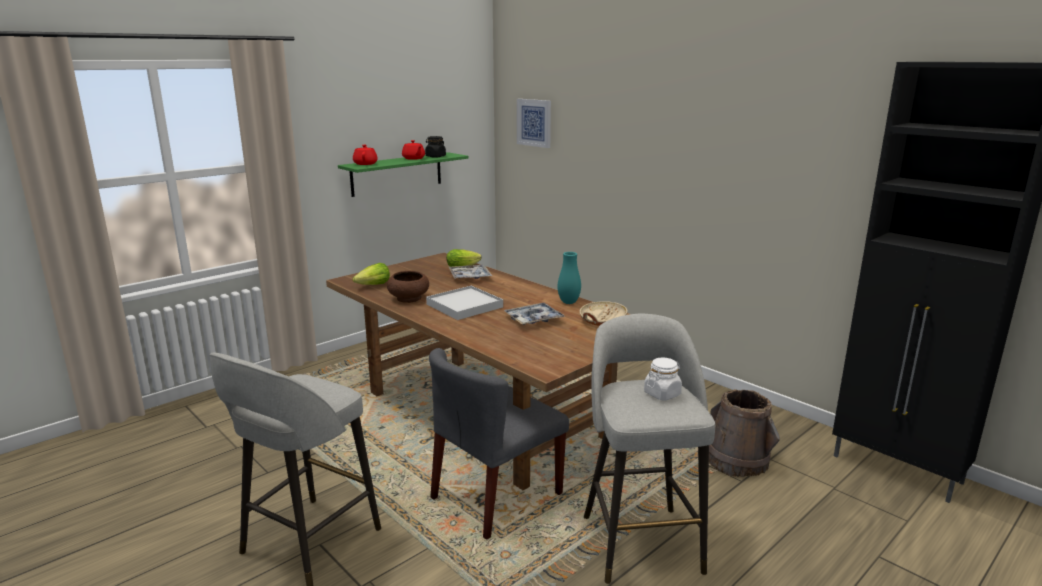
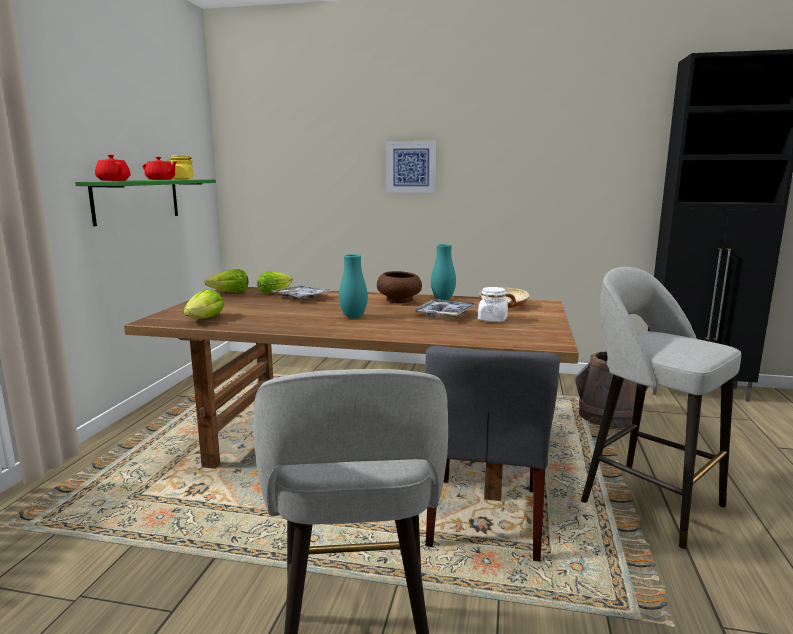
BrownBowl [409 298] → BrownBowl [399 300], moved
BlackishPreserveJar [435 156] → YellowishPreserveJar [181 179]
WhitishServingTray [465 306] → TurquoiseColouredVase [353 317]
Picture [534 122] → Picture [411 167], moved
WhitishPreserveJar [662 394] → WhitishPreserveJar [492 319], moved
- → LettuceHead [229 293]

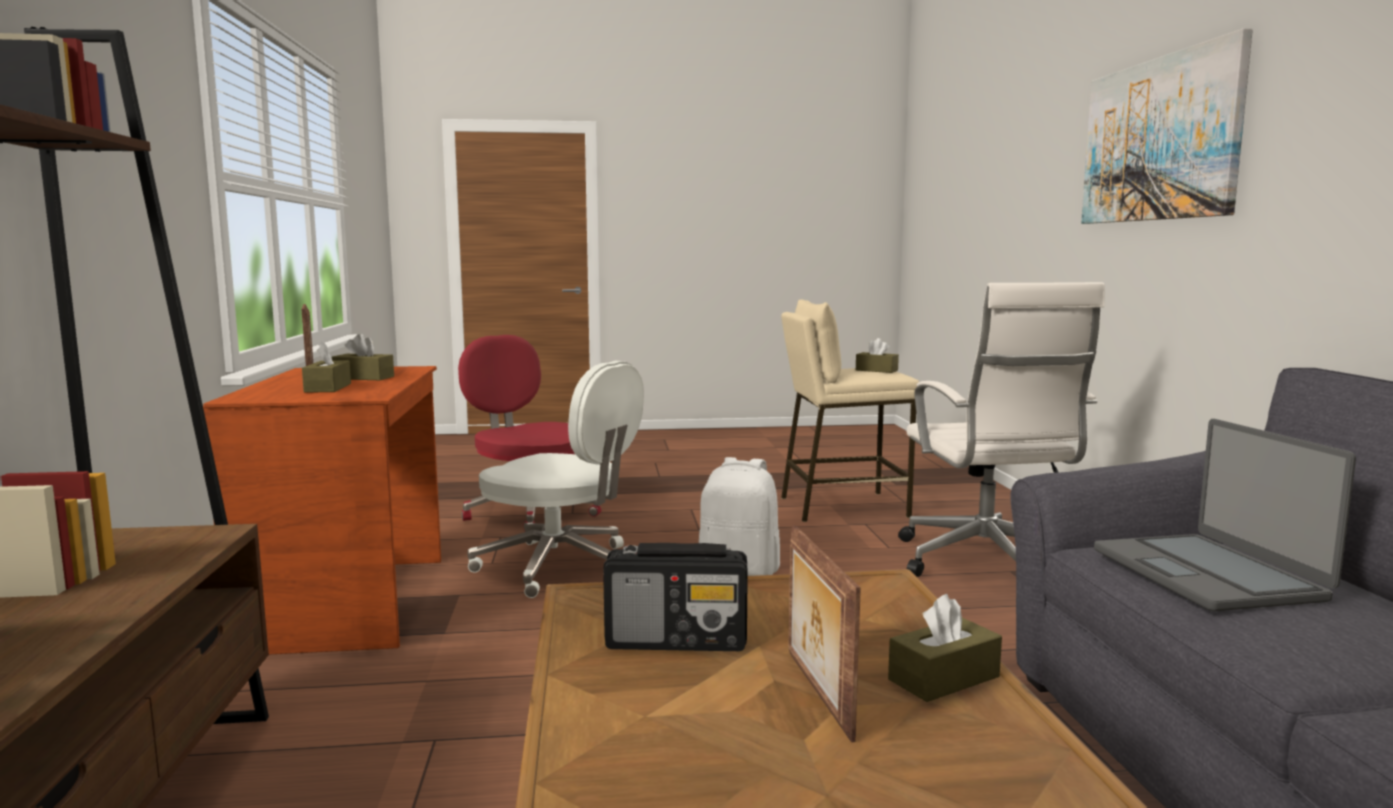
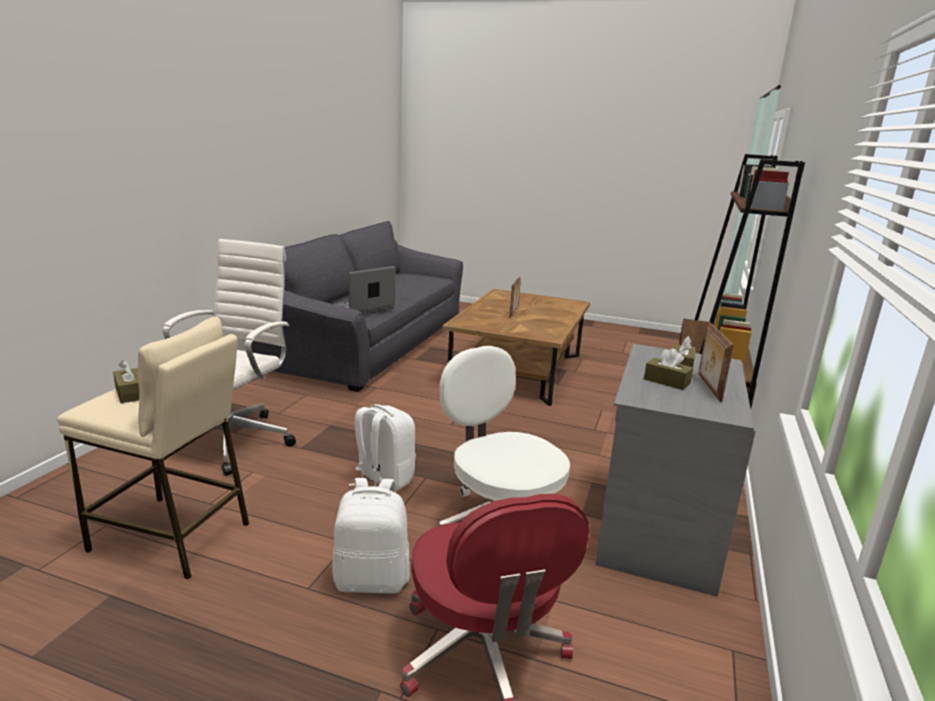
BrownDeskTable [351 602] → GrayDeskTable [657 528]
Radio [678 641] → -
BrownTissueBox [943 678] → -
Picture [1159 140] → -
NotebookComputer [1207 574] → NotebookComputer [361 309], 150 degrees counterclockwise
- → WhitishRucksack [372 579]

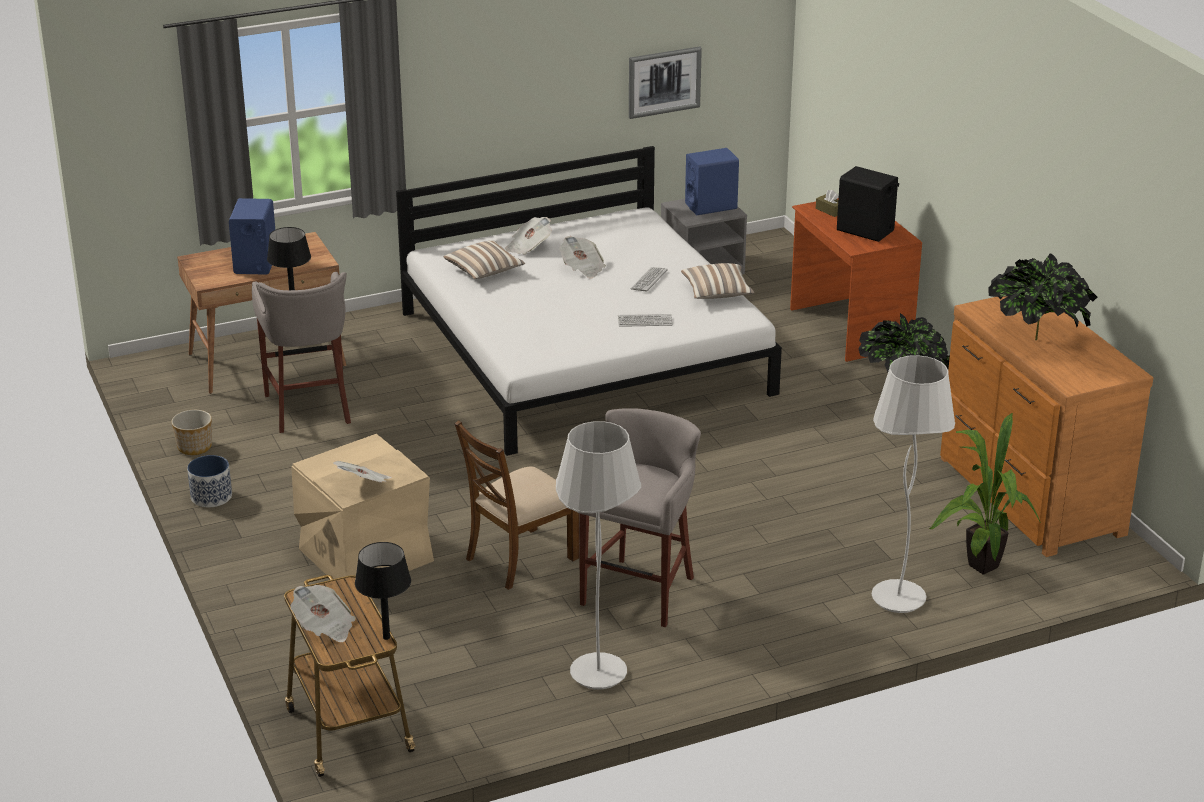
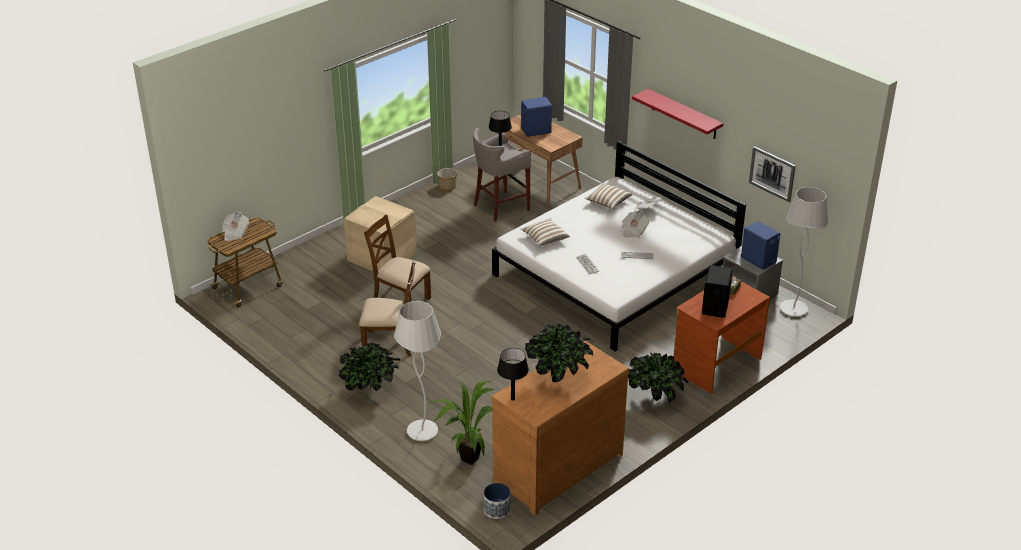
PlantPot [211 497] → PlantPot [497 509], moved
PrintedPaper [364 484] → -
BlackishLampForATable [386 637] → BlackishLampForATable [513 399], moved
WhitishStandingLamp [599 674] → WhitishStandingLamp [793 309], moved
GraySittingStool [641 590] → BrownPlainChair [390 343]
ThrowPillow [717 293] → ThrowPillow [544 239], moved
- → PlantInAPot [371 389]
- → ReddishBracketShelf [684 114]

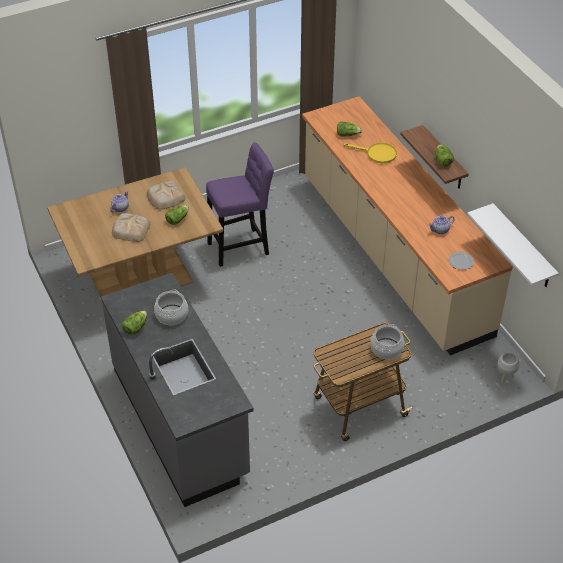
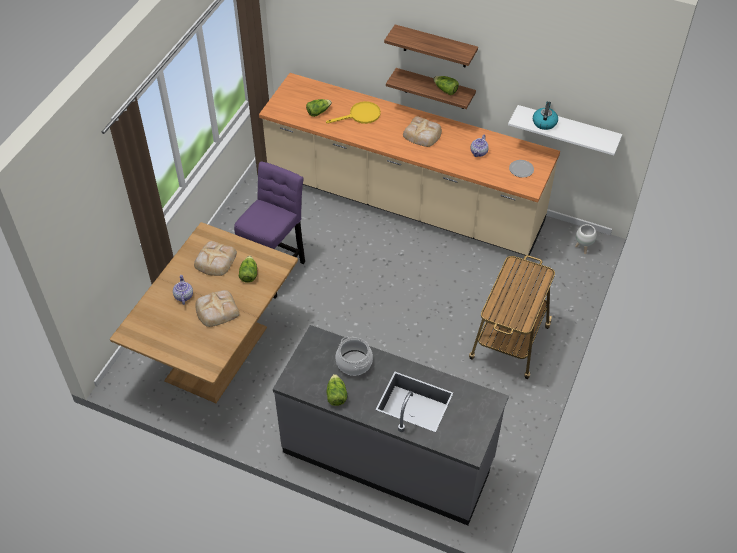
Saucepot [386 349] → -
- → BracketShelf [435 47]
- → Bread [422 134]
- → Kettle [544 122]

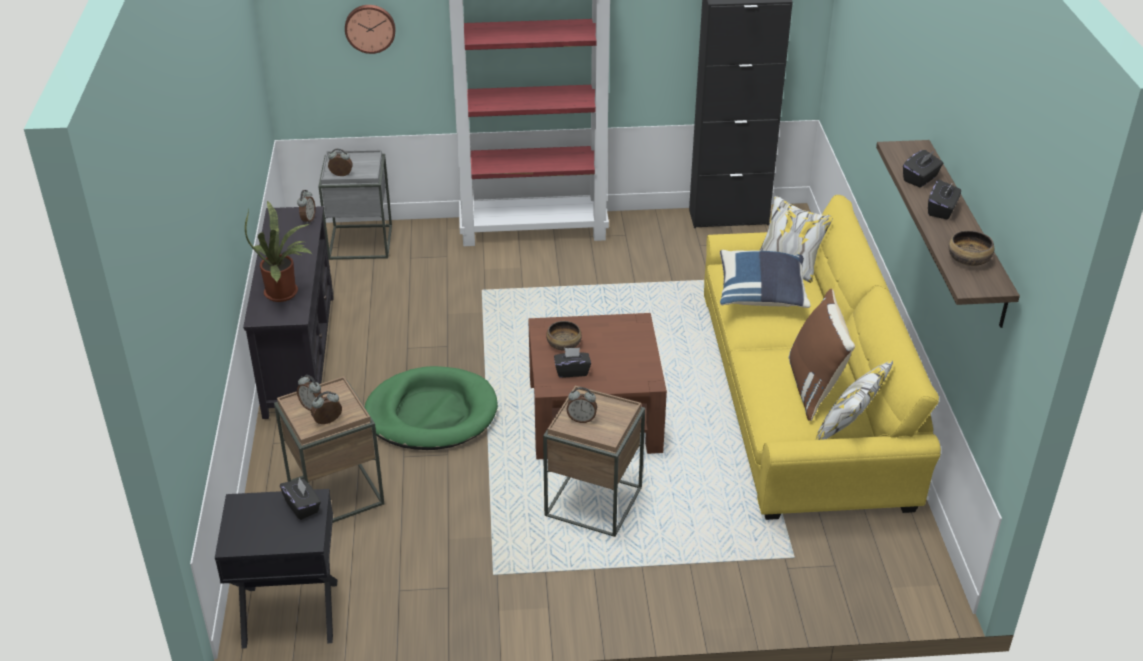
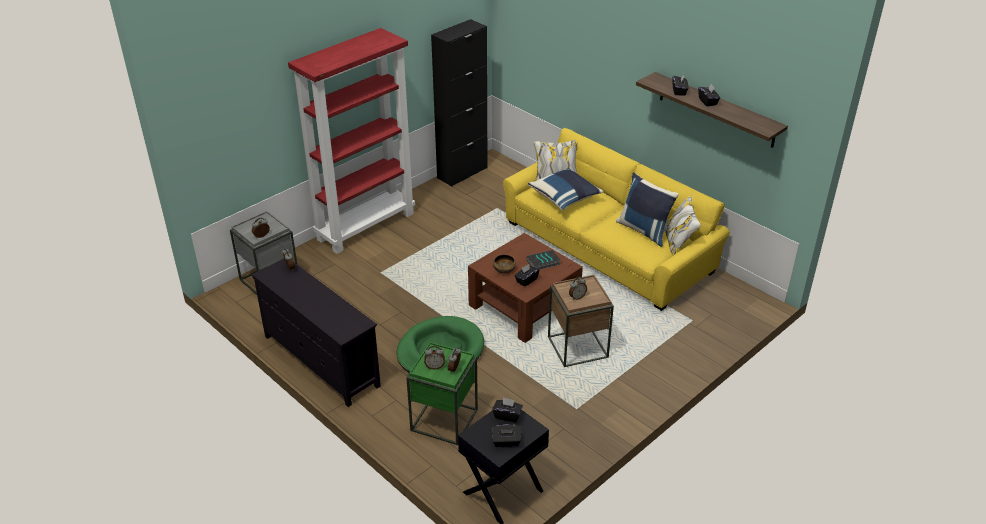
PlantInAPot [285 293] → -
BrownAccentTable [335 493] → GreenishAccentTable [444 420]
HangingClock [370 28] → -
BrownThrowPillow [815 388] → BluishThrowPillow [644 230]
Bowl [968 260] → -
- → BlackishTissueBox [506 442]
- → BoundBook [543 263]

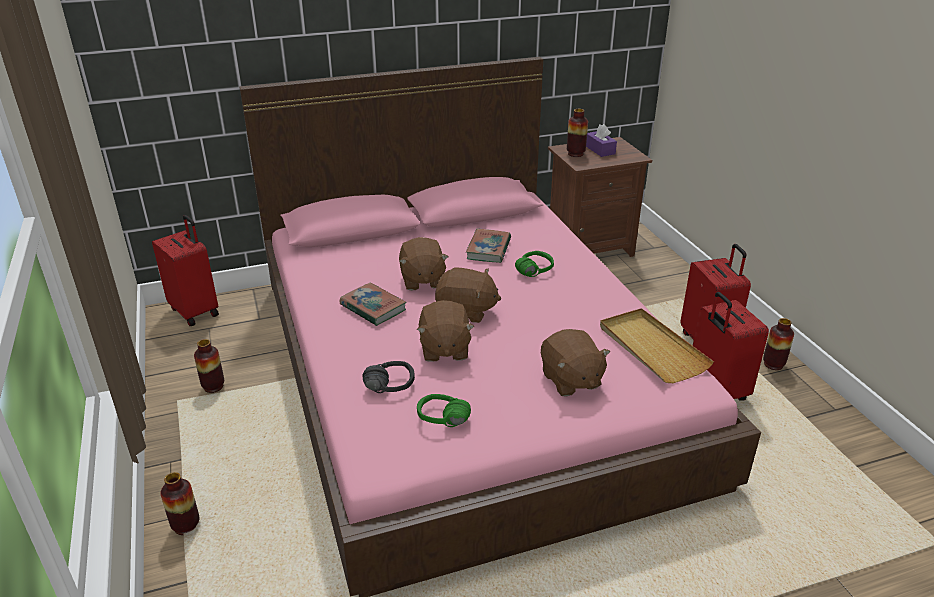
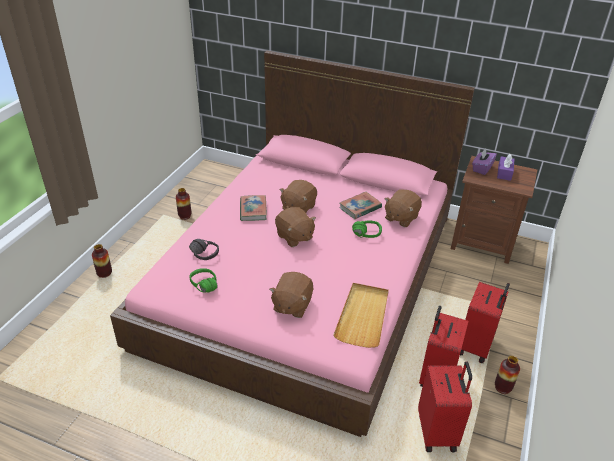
ReddishSuitcase [196 311] → ReddishSuitcase [438 432], moved
BrownPlushToy [444 349] → BrownPlushToy [401 218], moved
Vase [575 154] → PurpleTissueBox [482 168]

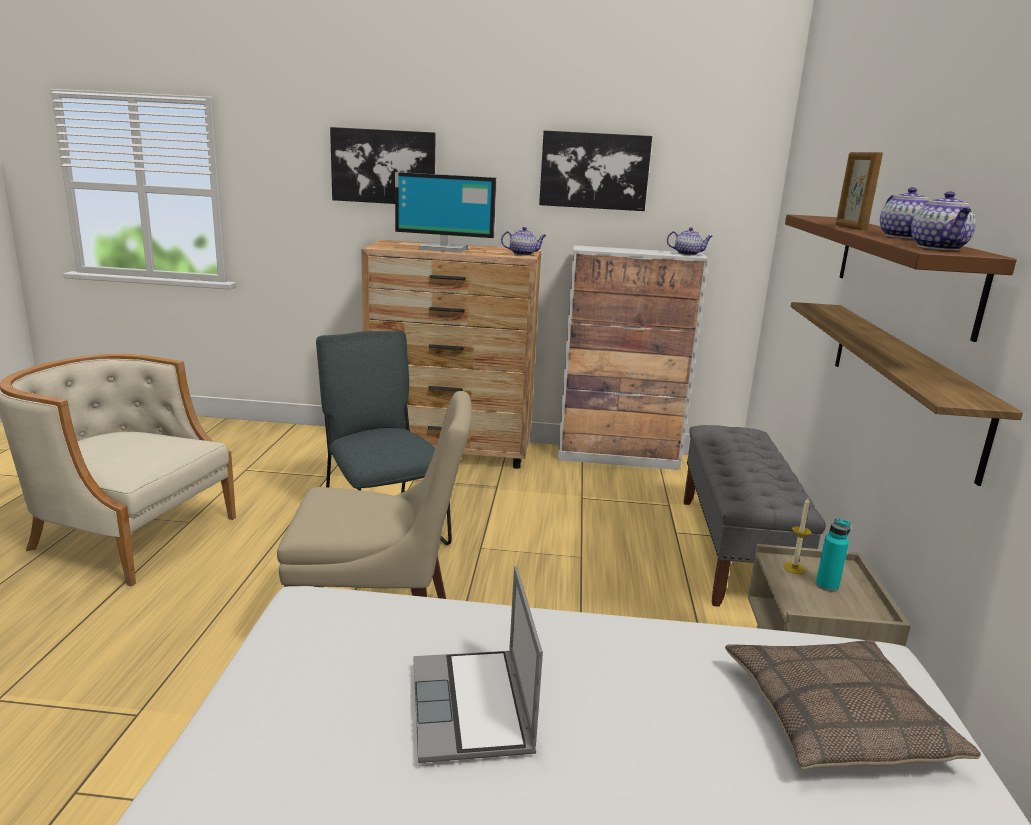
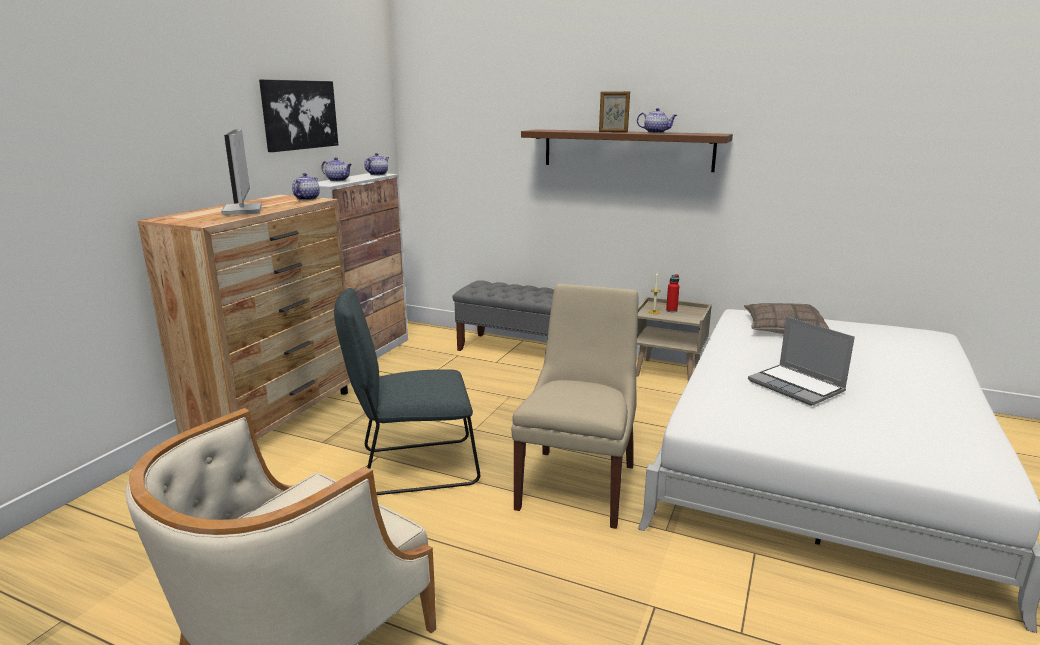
Picture [383 166] → -
ComputerScreen [444 248] → ComputerScreen [245 210], 135 degrees clockwise
NotebookComputer [473 708] → NotebookComputer [797 386], 45 degrees clockwise
BracketShelf [900 379] → -
TurquoiseColouredBottle [827 586] → ReddishBottle [671 310]
PotForTea [939 248] → PotForTea [338 180], moved

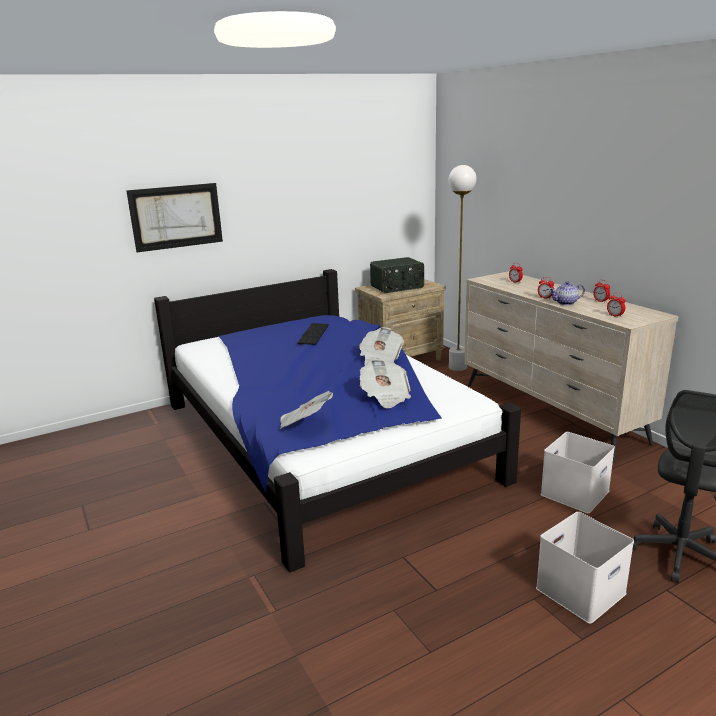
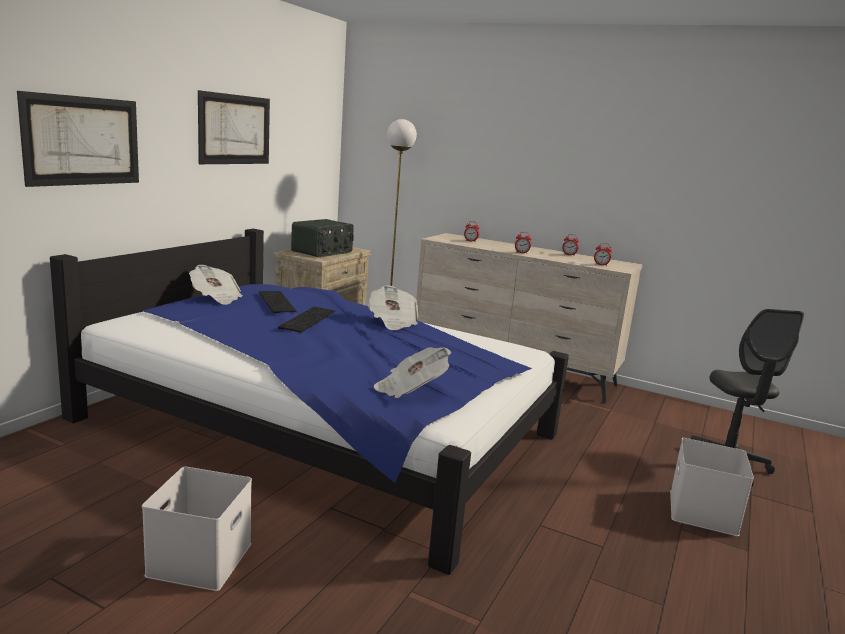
PrintedPaper [385 396] → PrintedPaper [216 298], moved
WhitishStorageBin [575 494] → WhitishStorageBin [201 560], moved
PotForTea [565 303] → -
- → Picture [235 129]
- → PcKeyboard [306 319]

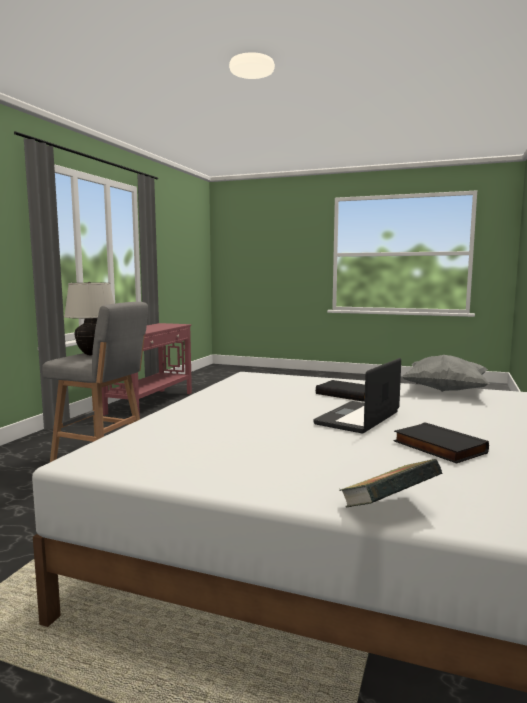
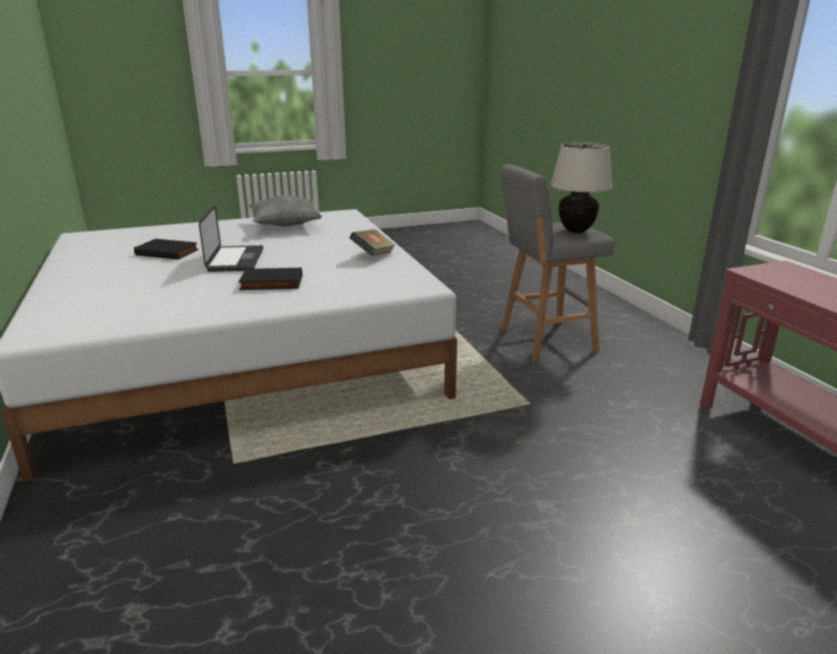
BoundBook [388 509] → BoundBook [373 255], moved
GrayThrowPillow [445 390] → GrayThrowPillow [286 226], moved

